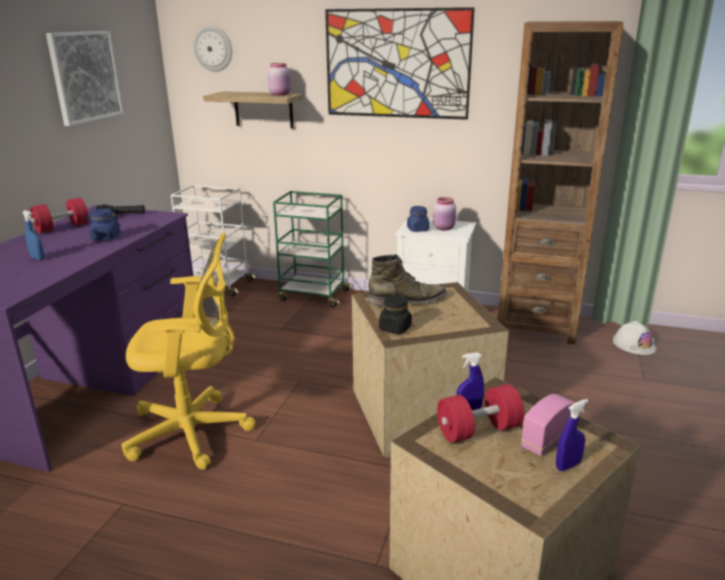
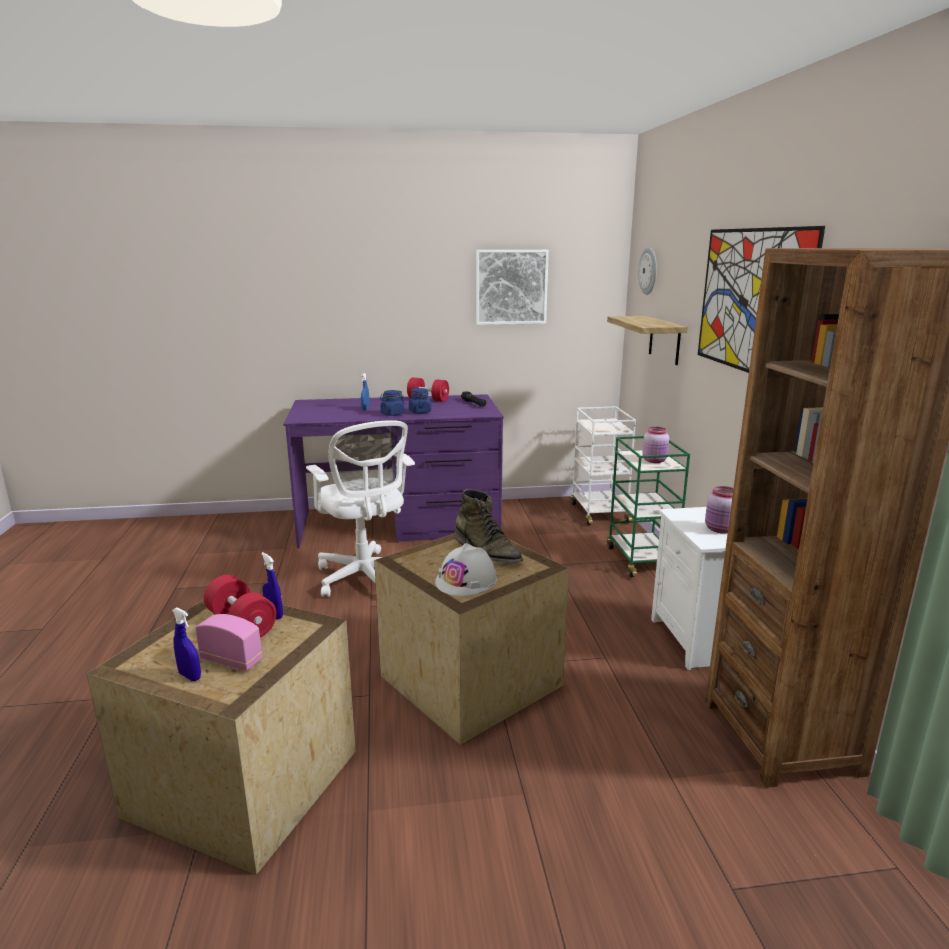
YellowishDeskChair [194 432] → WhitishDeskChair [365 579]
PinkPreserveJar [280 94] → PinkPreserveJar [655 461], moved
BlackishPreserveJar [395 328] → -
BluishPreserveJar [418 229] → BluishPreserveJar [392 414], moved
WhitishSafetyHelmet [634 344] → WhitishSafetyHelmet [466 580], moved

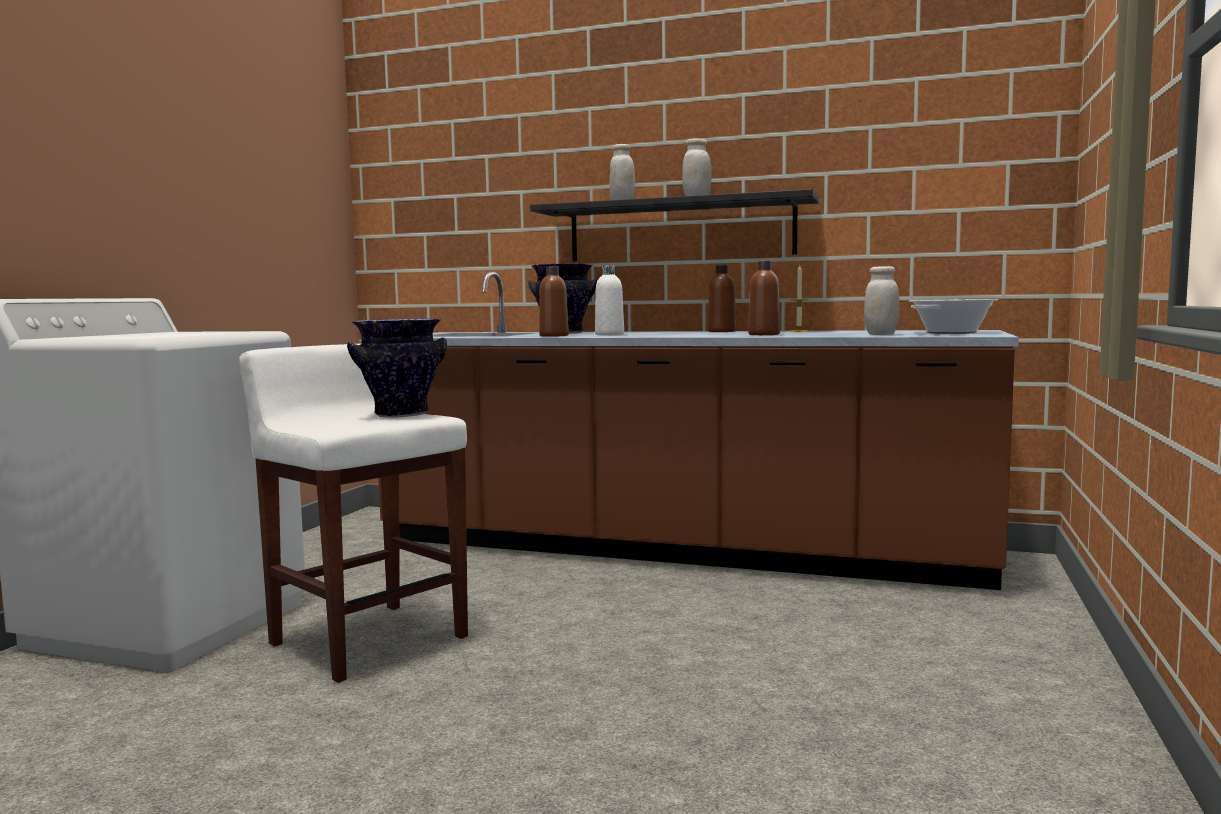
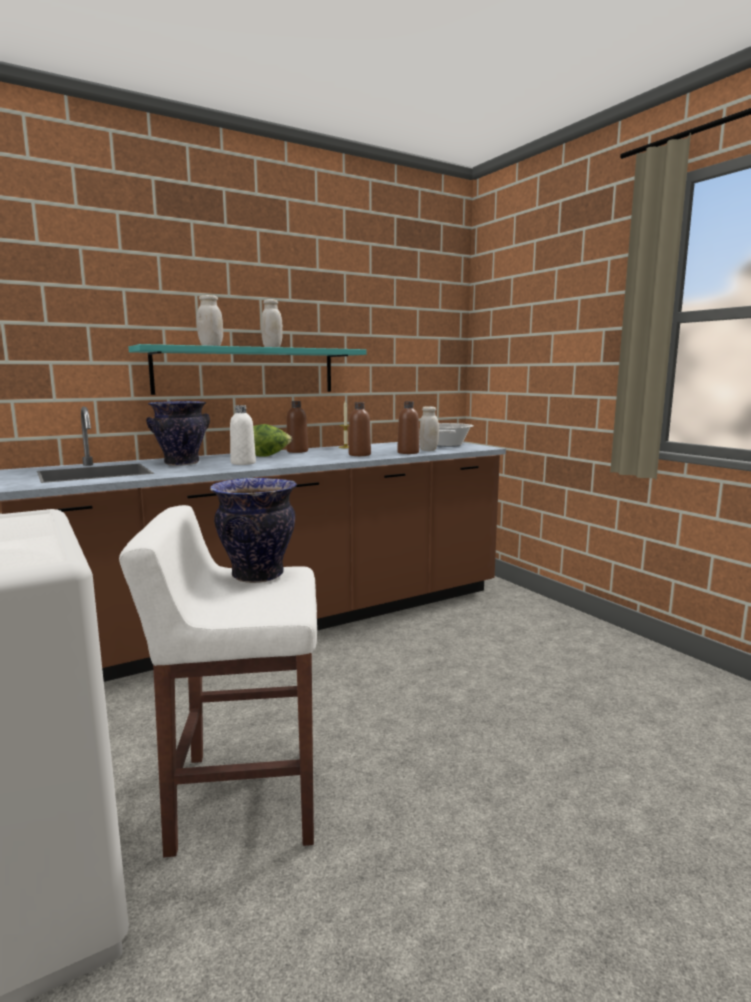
BlackishBracketShelf [680 230] → TurquoiseColouredBracketShelf [246 371]
BrownBottle [554 336] → BrownBottle [408 452], moved
- → LettuceHead [268 456]

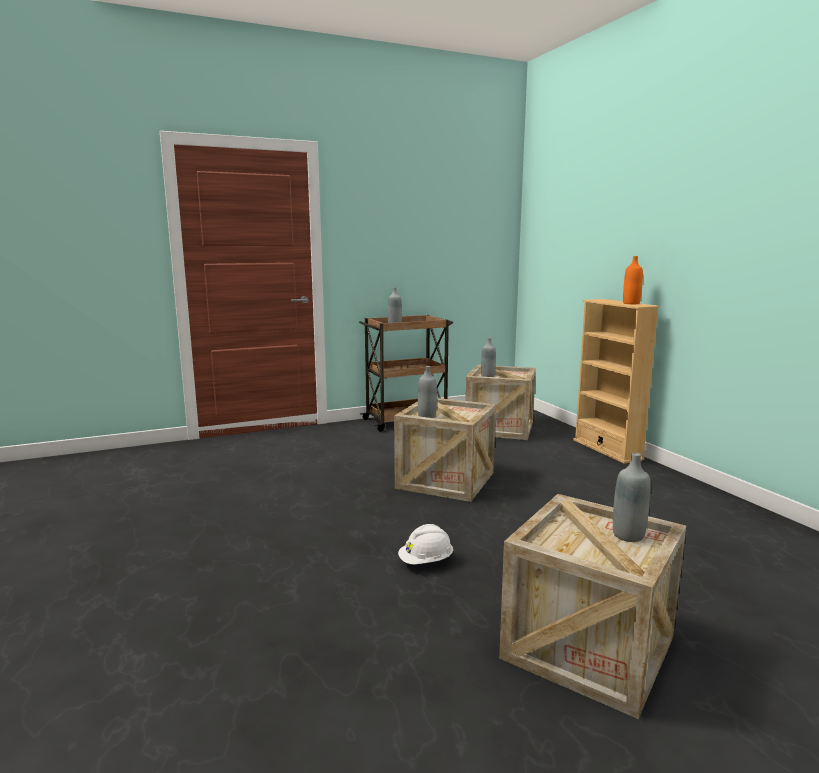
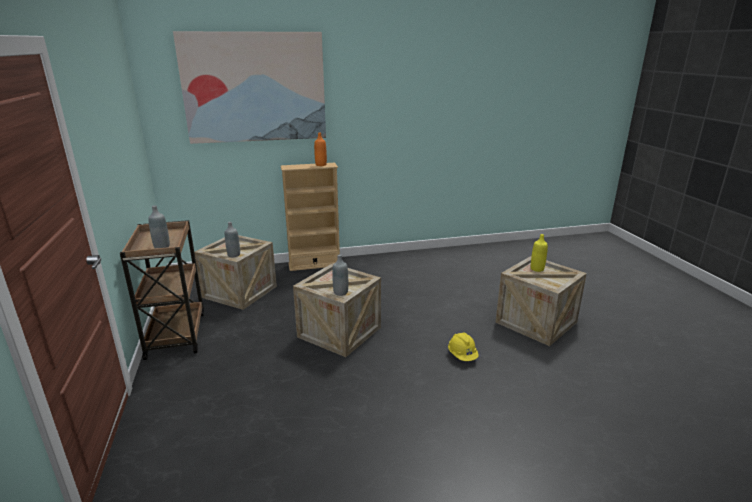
WhitishSafetyHelmet [426 562] → YellowishSafetyHelmet [462 356]
GrayBottle [628 535] → YellowishBottle [537 269]
- → Picture [255 88]

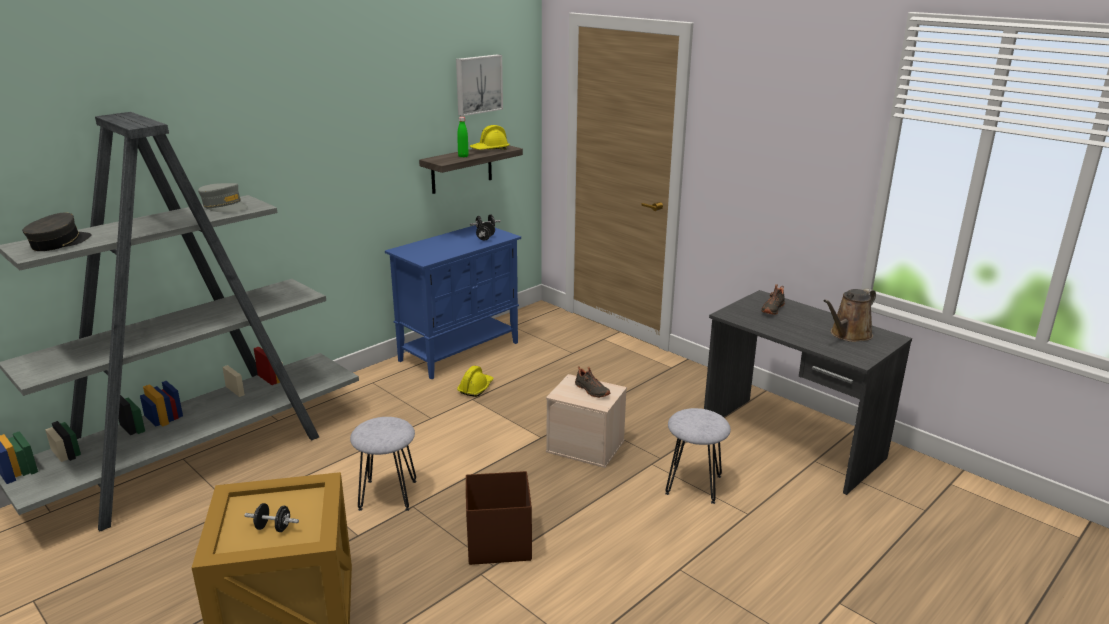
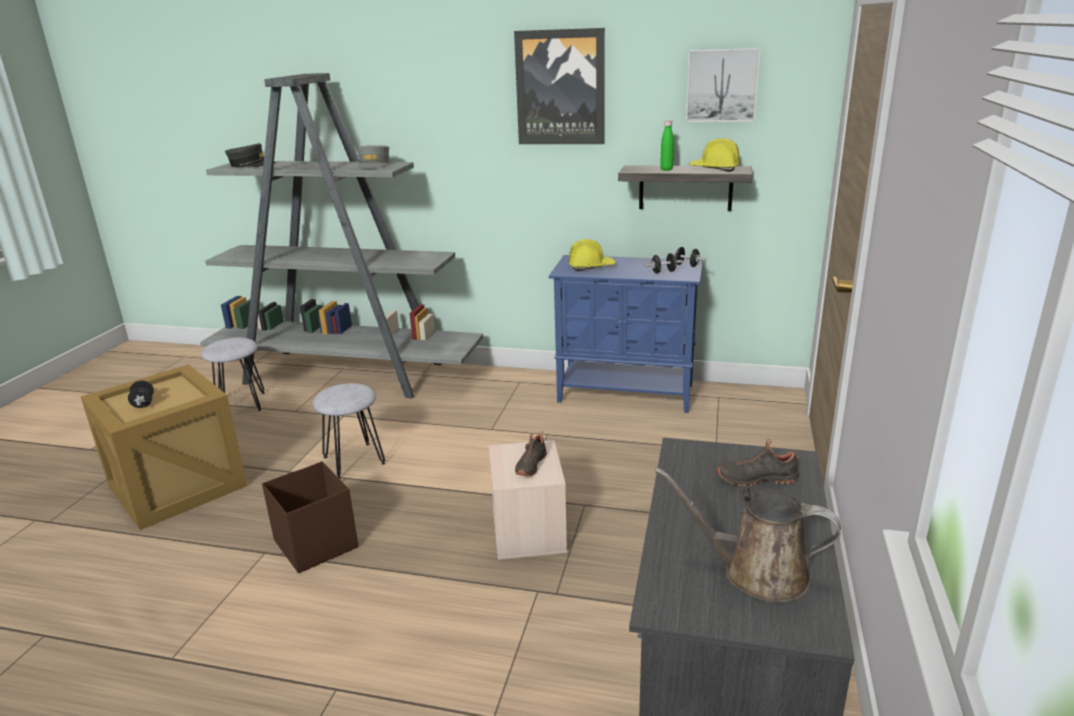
YellowishSafetyHelmet [475 388] → YellowishSafetyHelmet [591 267], moved
GraySittingStool [693 484] → GraySittingStool [241 403], moved
- → Picture [560 88]

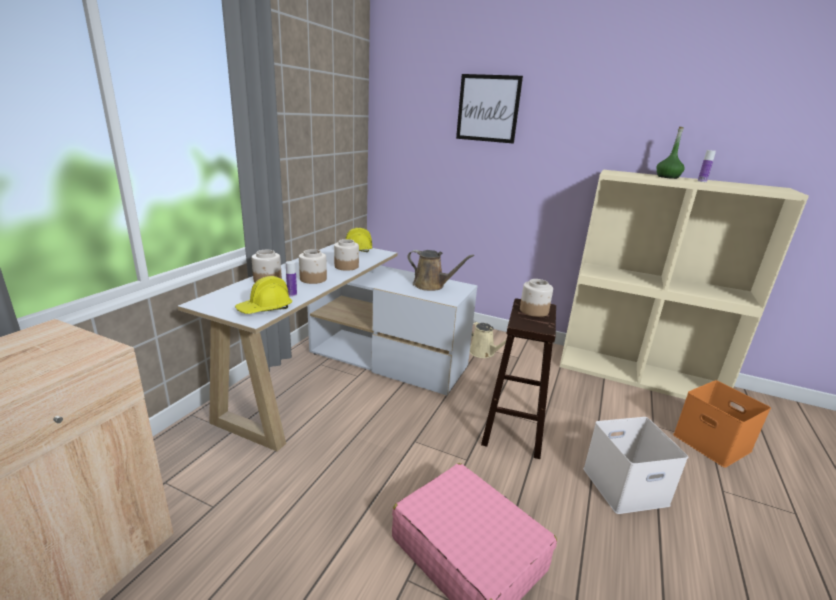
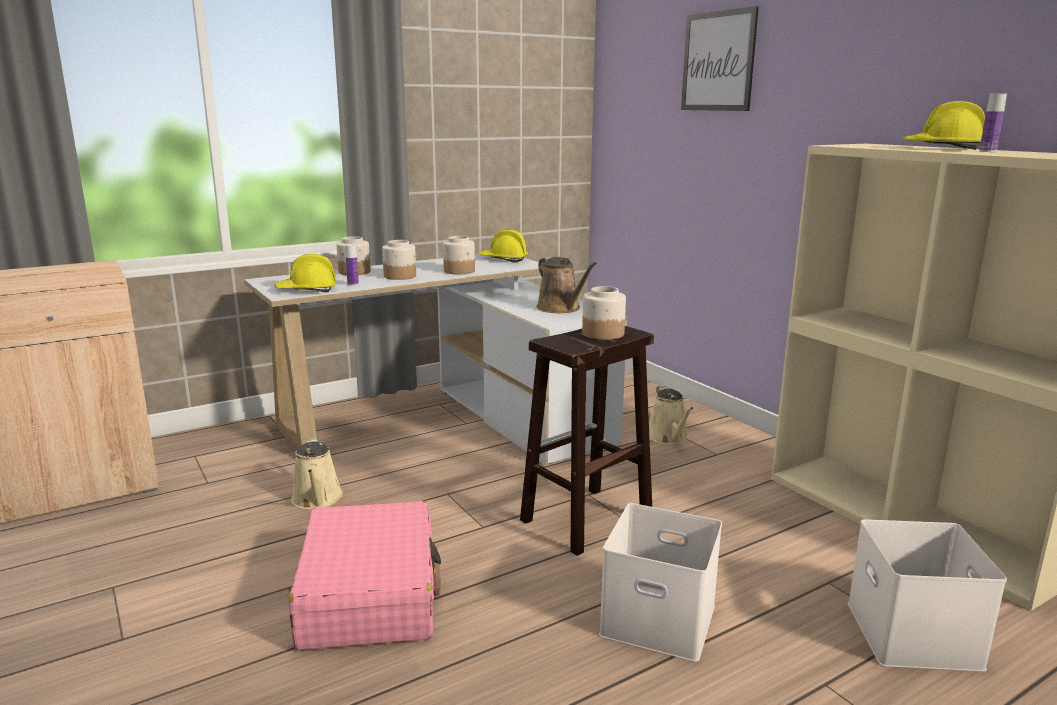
GreenishBottle [668 177] → YellowishSafetyHelmet [942 148]
OrangeColouredStorageBin [713 443] → WhitishStorageBin [916 636]
- → BeigeWateringCan [317 499]

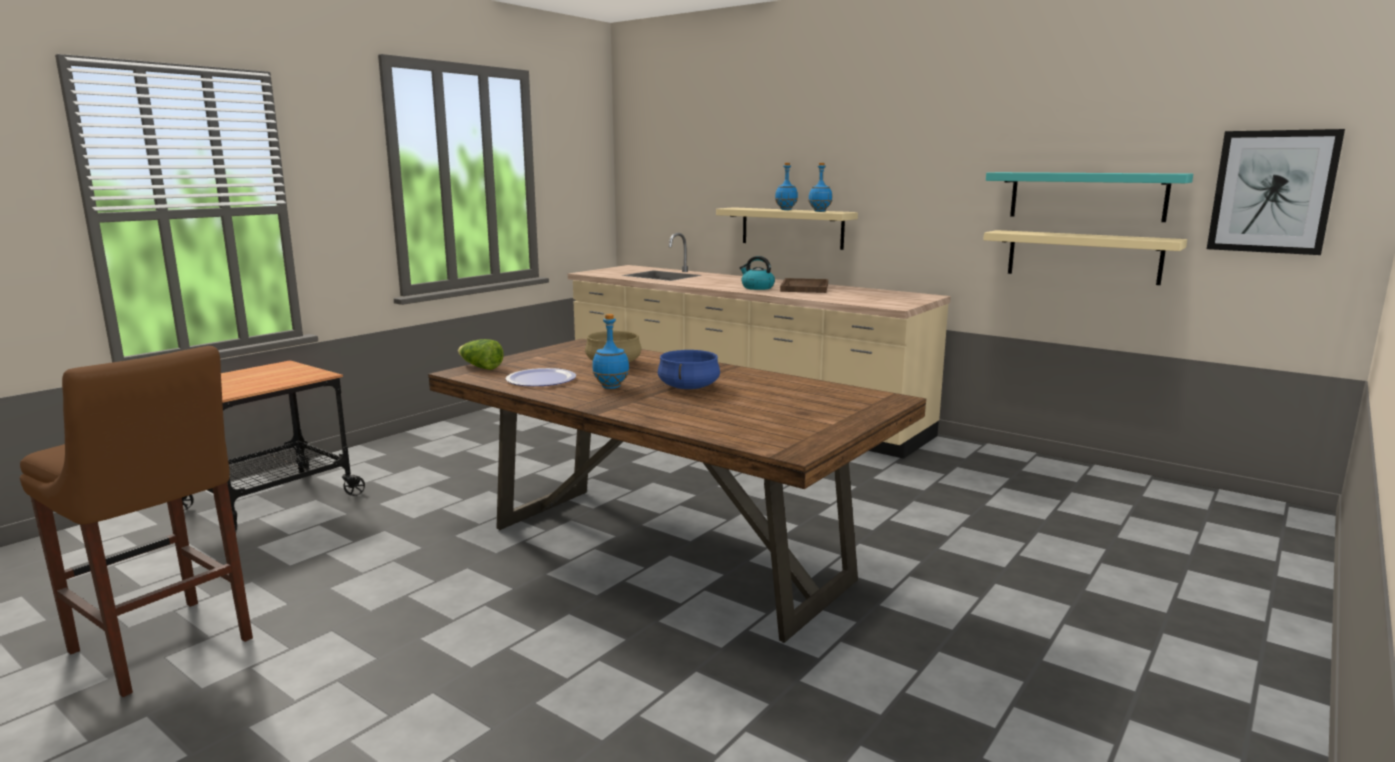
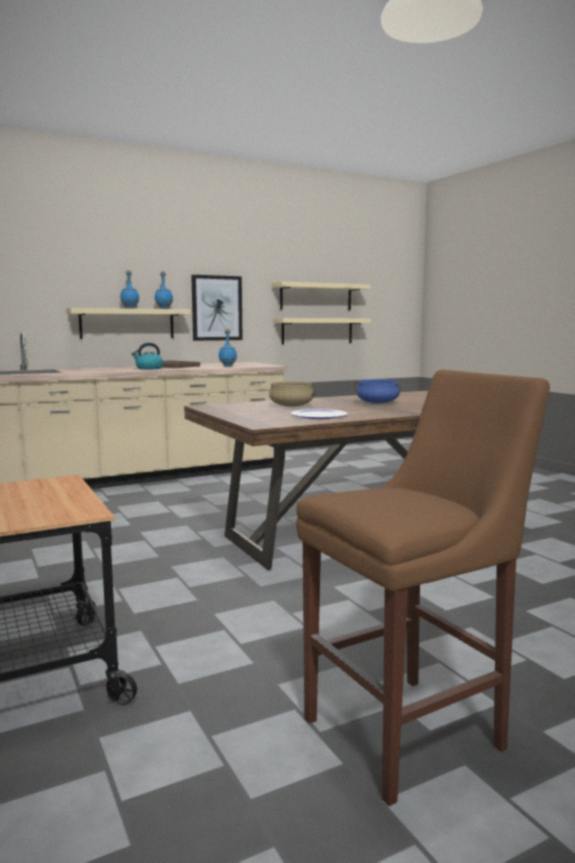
LettuceHead [480 367] → -
BluishBottle [611 387] → BluishBottle [228 366], moved
TurquoiseColouredBracketShelf [1087 196] → BeigeBracketShelf [316 297]
Picture [1272 192] → Picture [217 308], moved

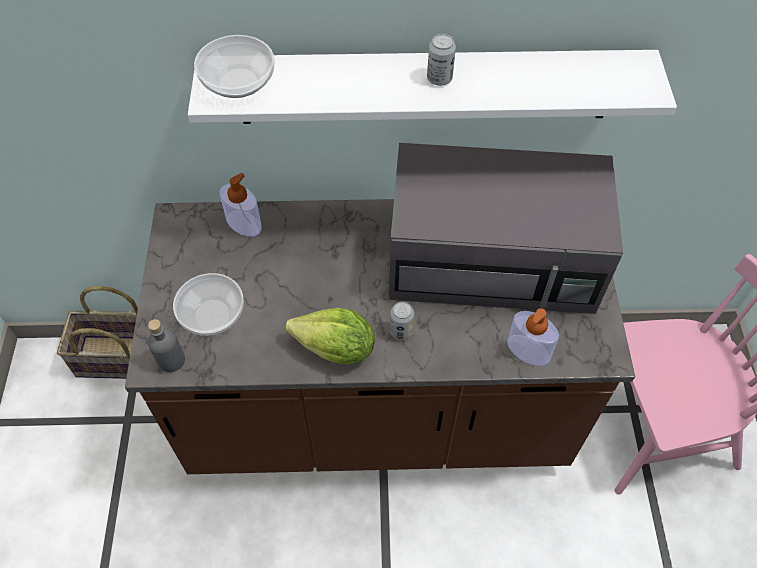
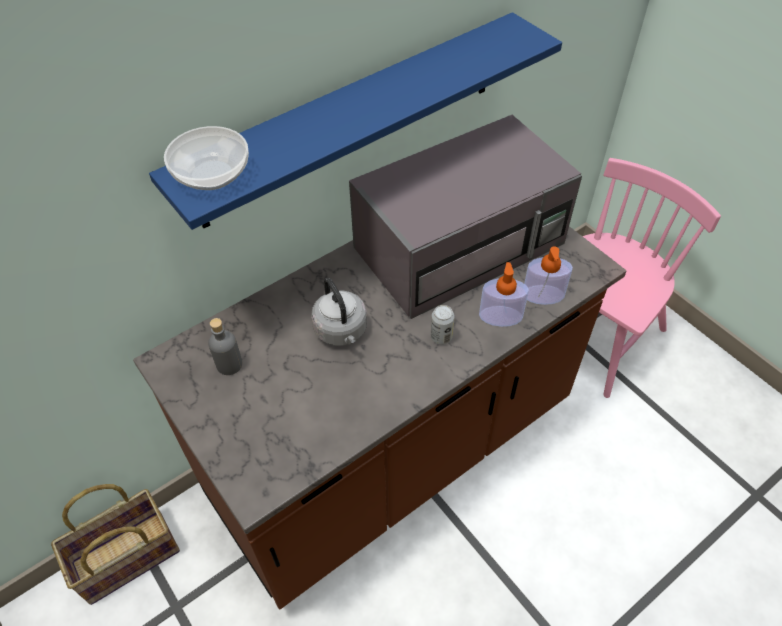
GrayBottle [171 360] → GrayBottle [229 364], moved
Bowl [212 315] → -
WhitishBracketShelf [426 87] → BluishBracketShelf [353 119]
SoapDispenser [244 223] → SoapDispenser [500 316], moved
LettuceHead [336 350] → -
MetalCan [439 79] → -
- → GrayKettle [342 332]

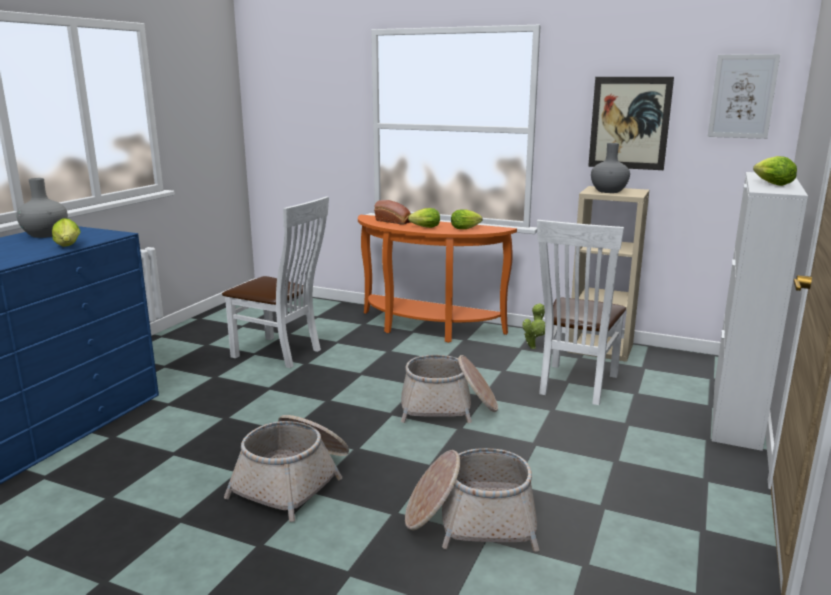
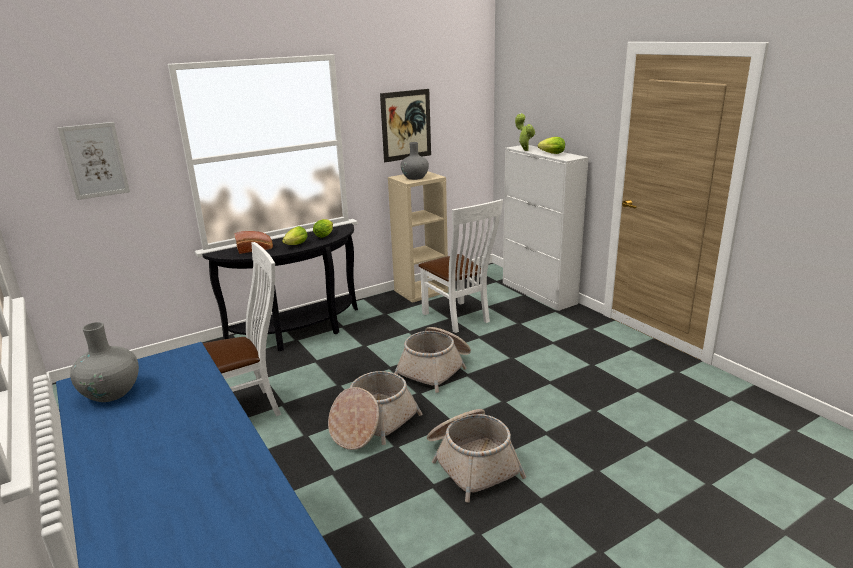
LettuceHead [68 247] → -
OrangeColouredConsoleTable [425 329] → BlackishConsoleTable [300 333]
StorageBasket [471 520] → StorageBasket [372 425], moved
PlantInAPot [533 347] → PlantInAPot [524 150], moved
Picture [742 96] → Picture [95 160], moved

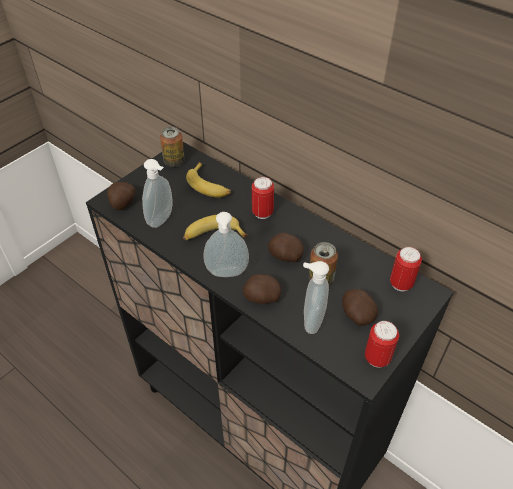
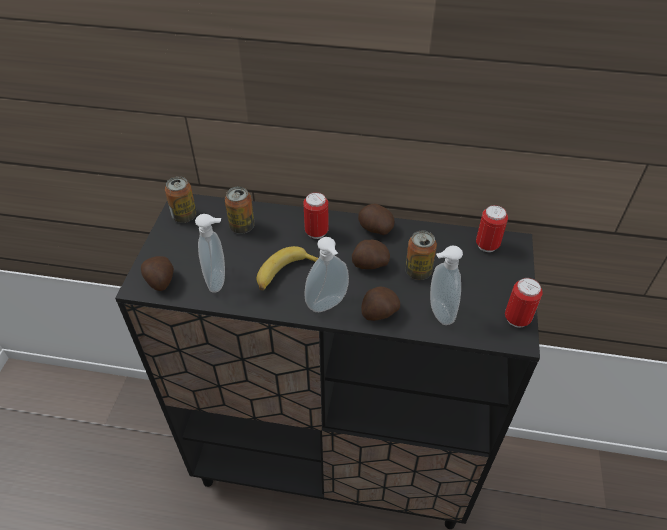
WholeBanana [209 186] → MetalCan [242 226]
WholePotato [356 315] → WholePotato [375 229], moved

